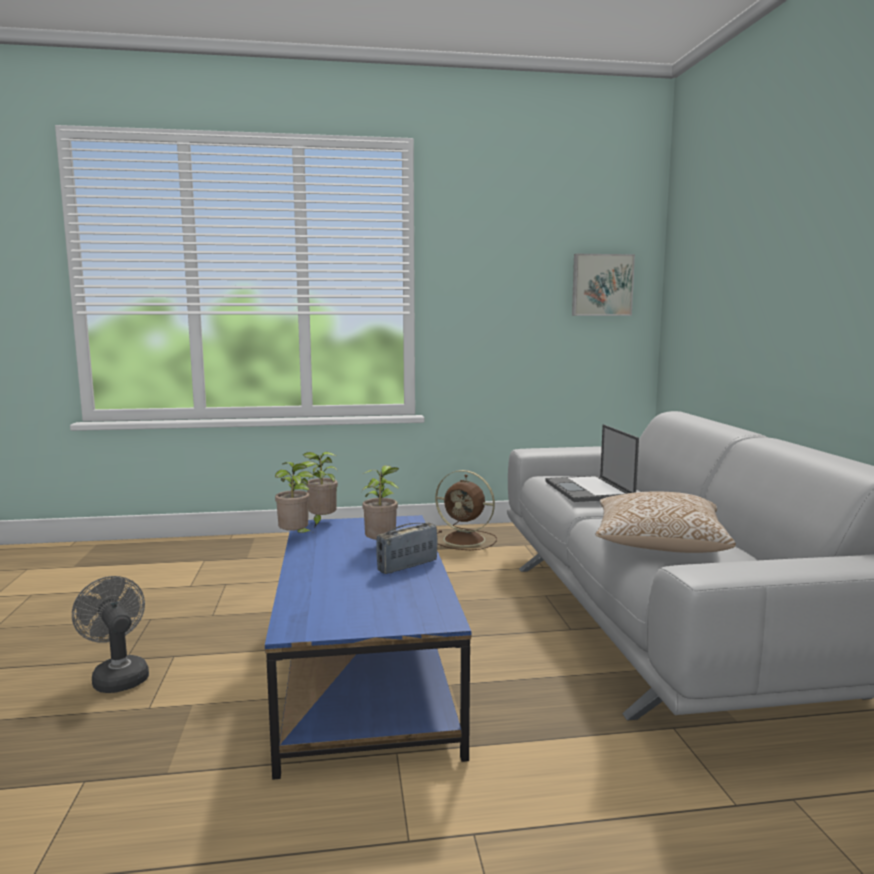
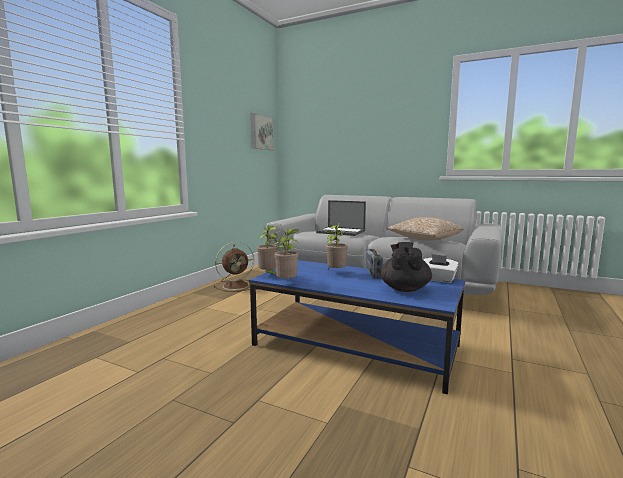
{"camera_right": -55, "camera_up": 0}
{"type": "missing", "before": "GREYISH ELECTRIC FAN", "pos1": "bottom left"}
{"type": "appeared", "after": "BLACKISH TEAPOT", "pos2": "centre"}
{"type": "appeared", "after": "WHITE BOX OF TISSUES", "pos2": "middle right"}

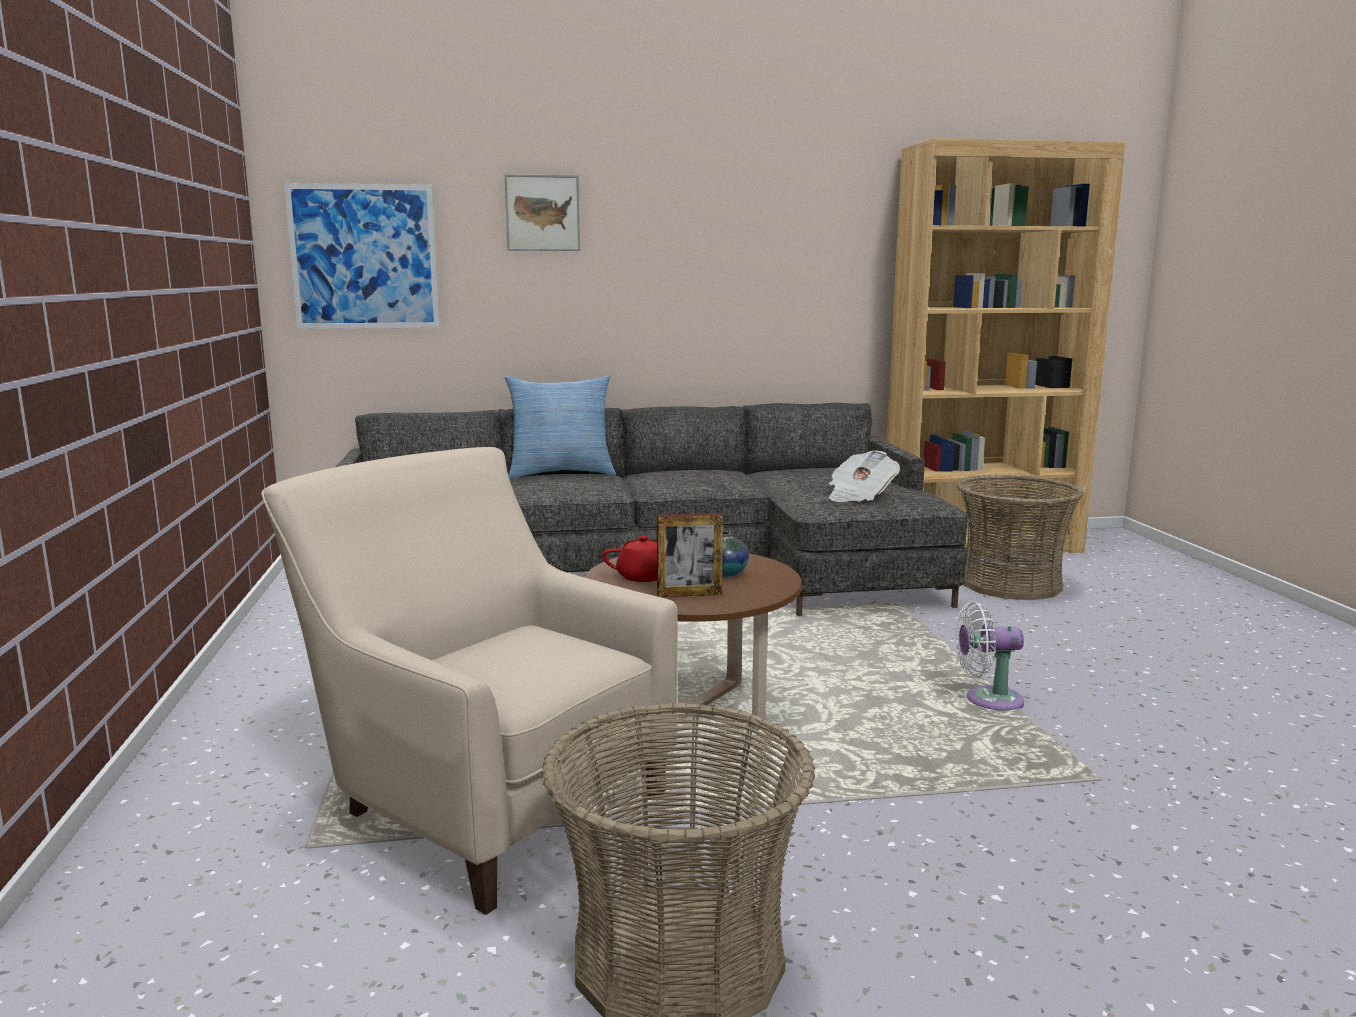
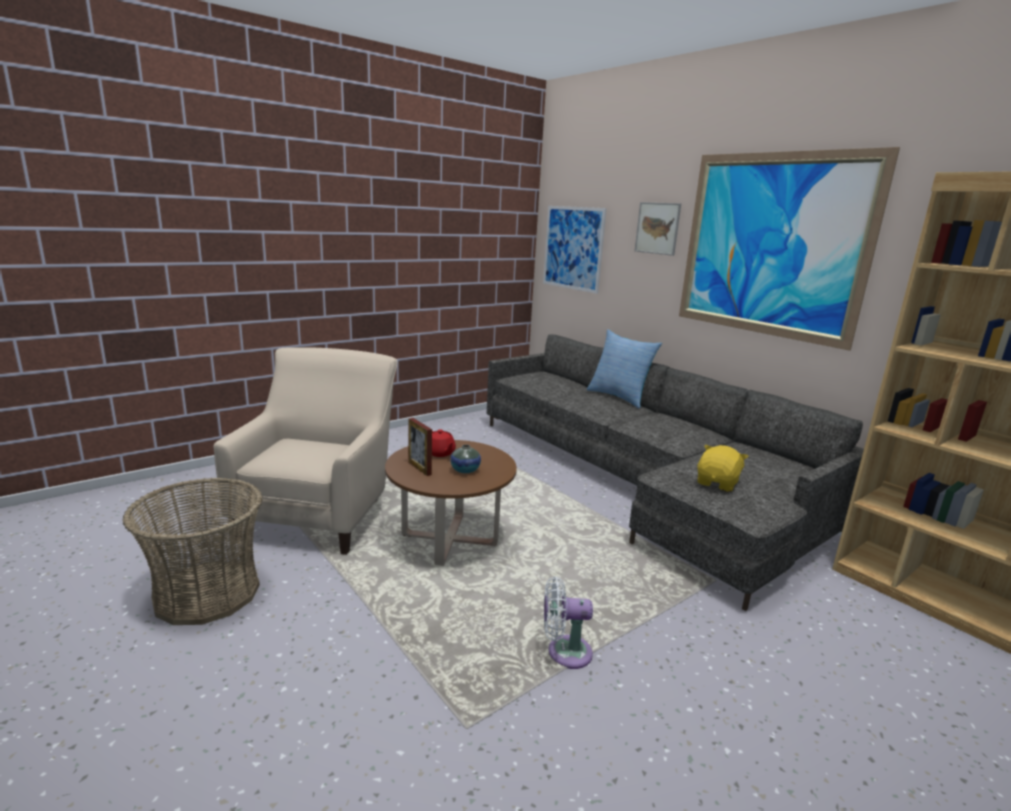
{"camera_right": 60, "camera_up": 5}
{"type": "exchanged", "before": "PRINTED PAPER", "after": "YELLOW-COLOURED CUDDLY TOY", "pos1": "centre", "pos2": "middle right"}
{"type": "missing", "before": "BASKET (no. 2 from left)", "pos1": "middle right"}
{"type": "spun", "before": "WHITE ELECTRIC FAN", "pos1": "middle right", "pos2": "bottom centre", "turn": -60}
{"type": "appeared", "after": "PICTURE (no. 3 from left)", "pos2": "top right"}

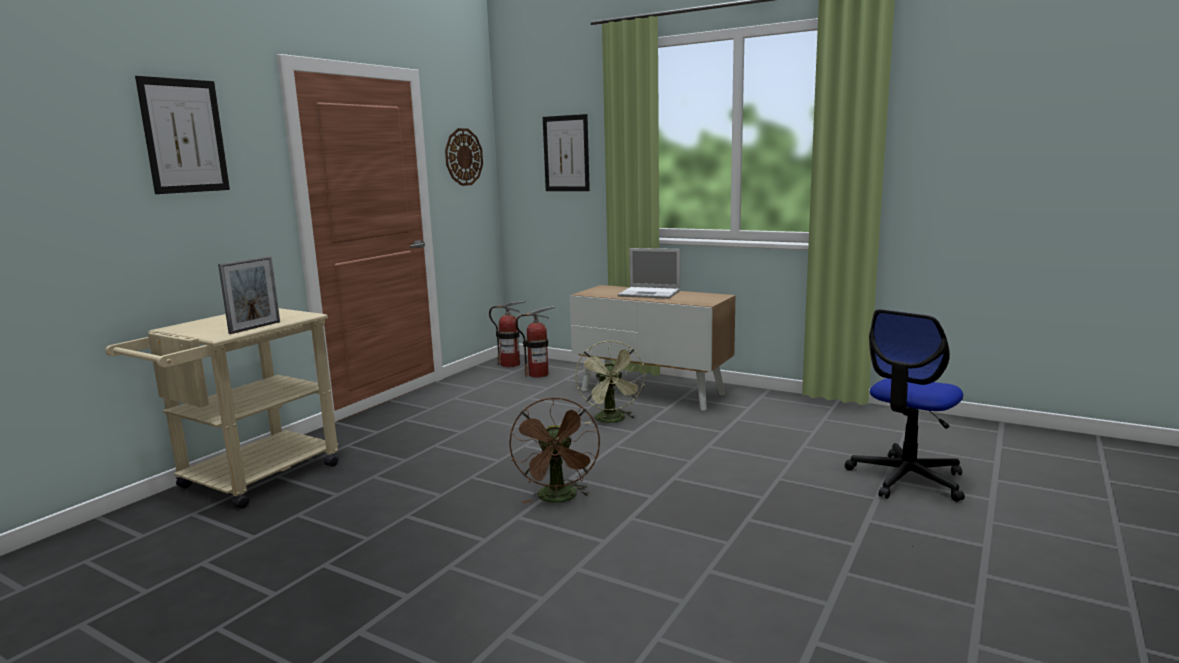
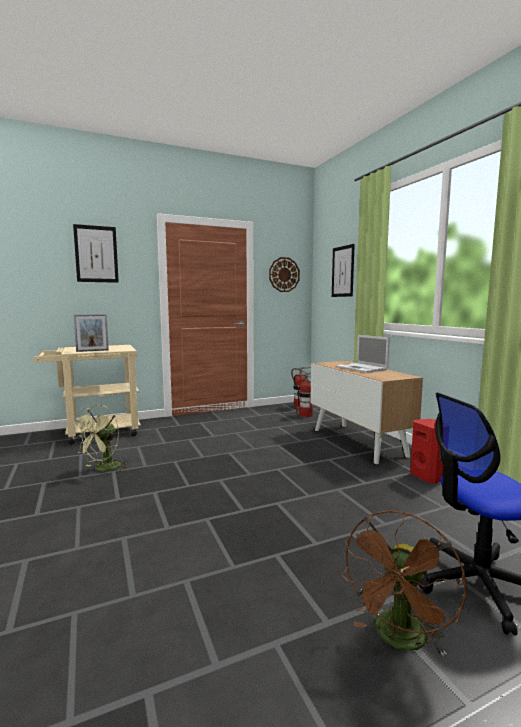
{"camera_right": 35, "camera_up": -5}
{"type": "relocated", "before": "GREENISH ELECTRIC FAN", "pos1": "centre", "pos2": "middle left"}
{"type": "relocated", "before": "BROWN-COLOURED ELECTRIC FAN", "pos1": "bottom centre", "pos2": "bottom right"}
{"type": "appeared", "after": "RED-COLOURED LOUDSPEAKER", "pos2": "middle right"}

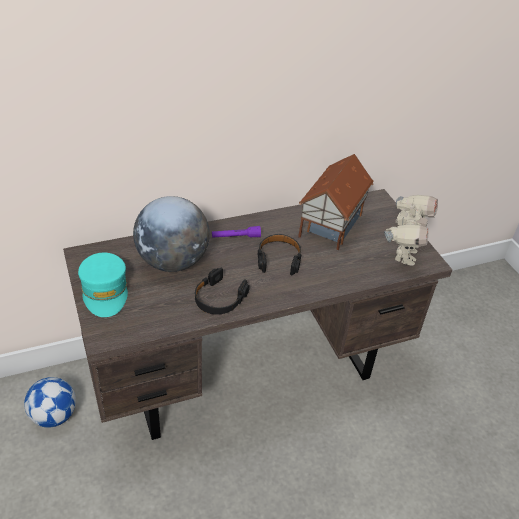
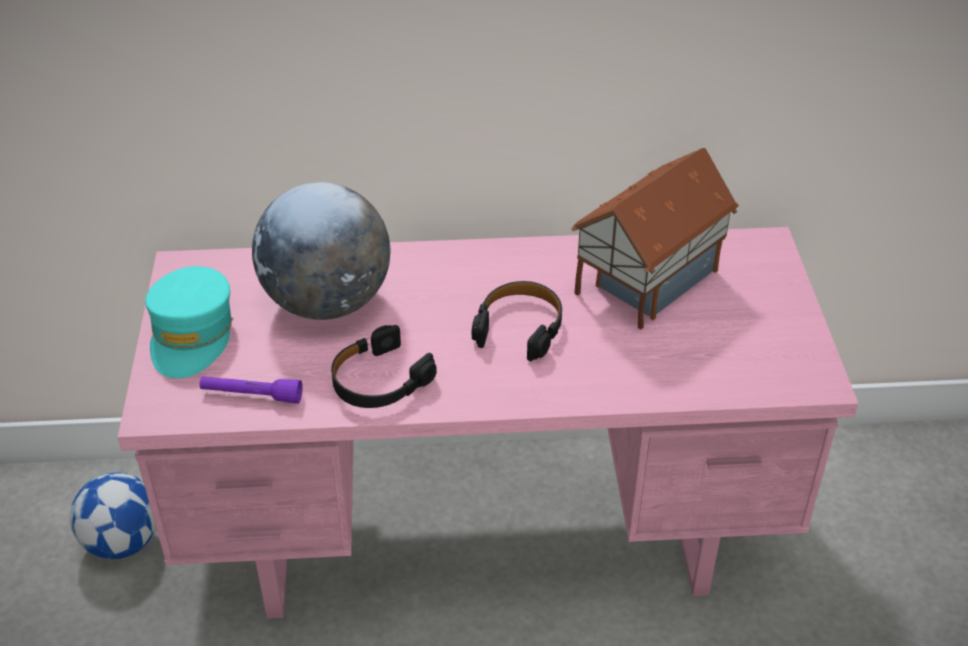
{"camera_right": 20, "camera_up": 0}
{"type": "colour", "before": "BROWN-COLOURED DESK", "after": "PINK DESK", "pos1": "centre", "pos2": "centre"}
{"type": "missing", "before": "TOY ROBOT", "pos1": "middle right"}
{"type": "relocated", "before": "PURPLISH FLASHLIGHT", "pos1": "centre", "pos2": "middle left"}

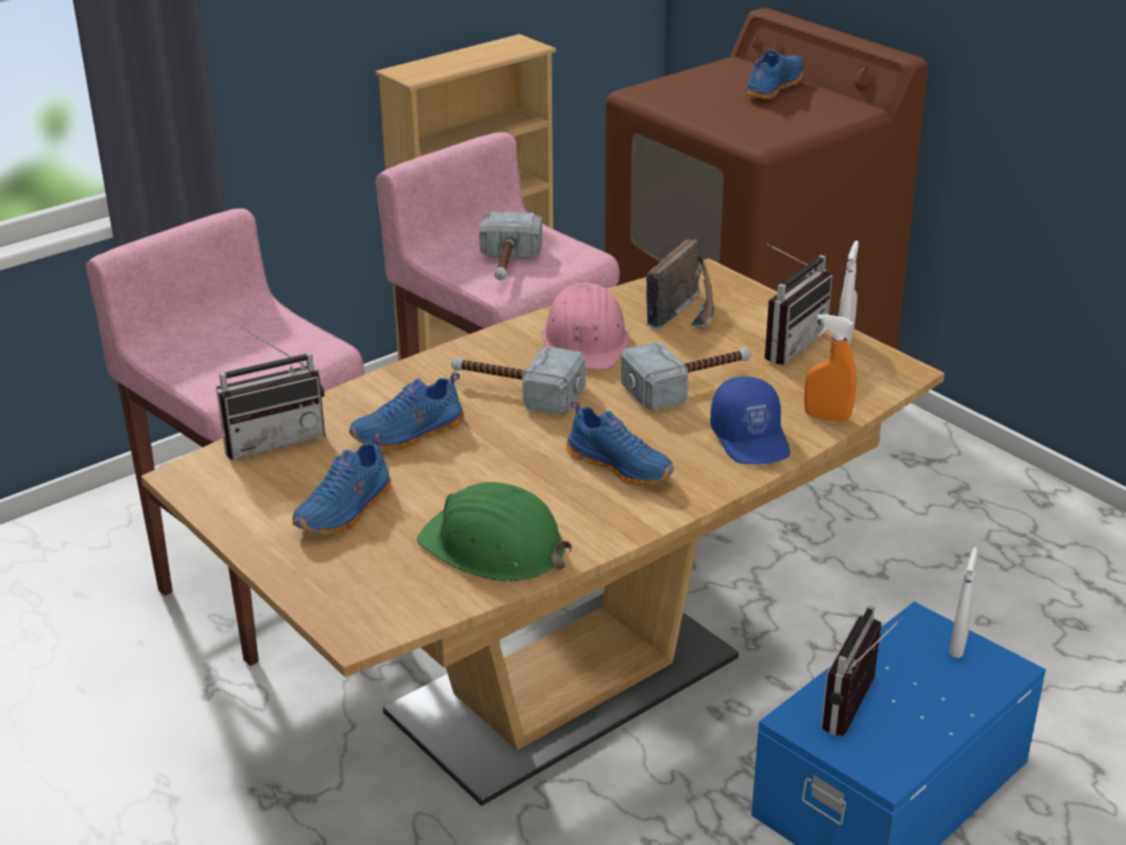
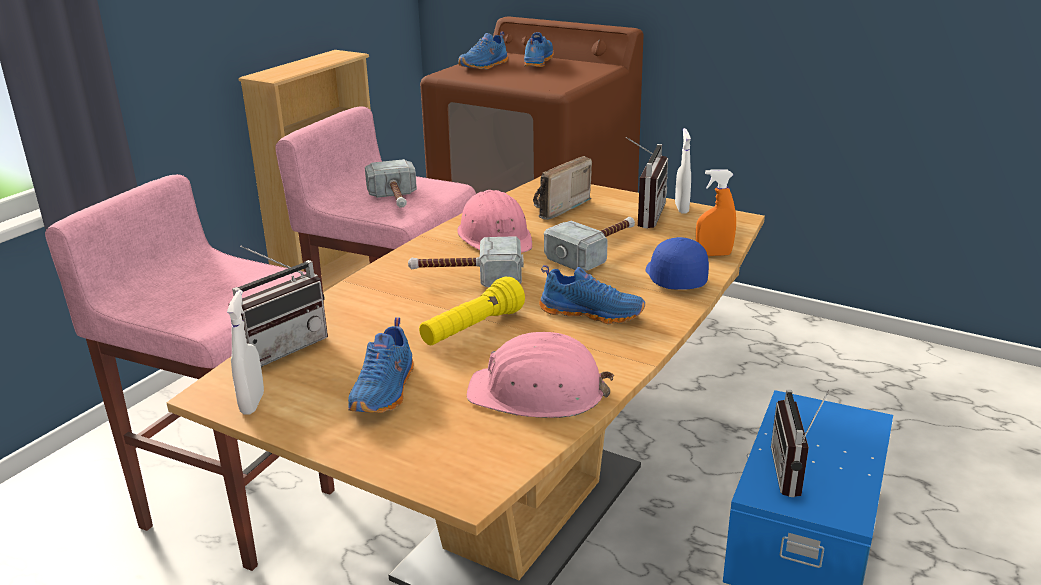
{"camera_right": -20, "camera_up": -5}
{"type": "spun", "before": "RADIO (no. 2 from left)", "pos1": "centre", "pos2": "top centre", "turn": -150}
{"type": "relocated", "before": "BLUISH SHOE (no. 2 from left)", "pos1": "centre", "pos2": "top centre"}
{"type": "spun", "before": "BLUISH CAP", "pos1": "centre", "pos2": "centre", "turn": -150}
{"type": "colour", "before": "GREENISH WORK HELMET", "after": "PINK WORK HELMET (no. 2 from left)", "pos1": "centre", "pos2": "centre"}
{"type": "relocated", "before": "WHITE SPRAY BOTTLE (no. 2 from left in the first image)", "after": "WHITE SPRAY BOTTLE (no. 1 from left)", "pos1": "bottom right", "pos2": "middle left"}
{"type": "appeared", "after": "YELLOW-COLOURED FLASHLIGHT", "pos2": "centre"}

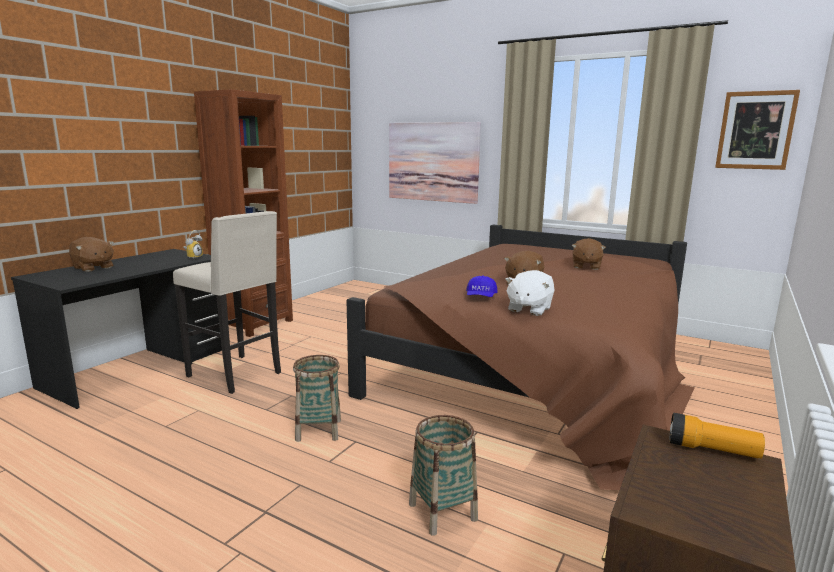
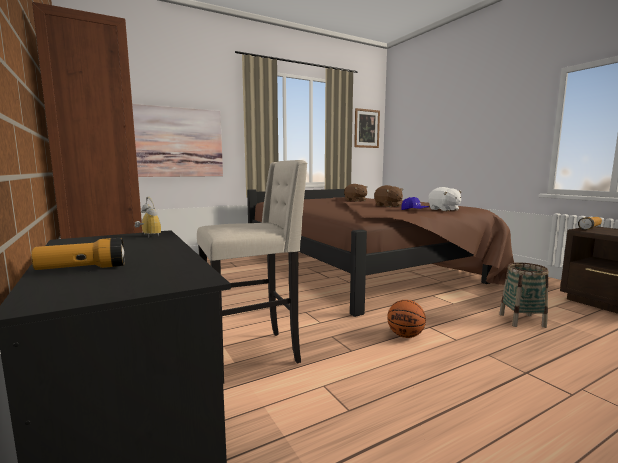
{"camera_right": -60, "camera_up": -5}
{"type": "exchanged", "before": "BROWN-COLOURED CUDDLY TOY (no. 1 from left)", "after": "FLASHLIGHT (no. 1 from left)", "pos1": "middle left", "pos2": "middle left"}
{"type": "exchanged", "before": "BASKET (no. 1 from left)", "after": "BALL FOR BASKETBALL", "pos1": "bottom centre", "pos2": "bottom centre"}

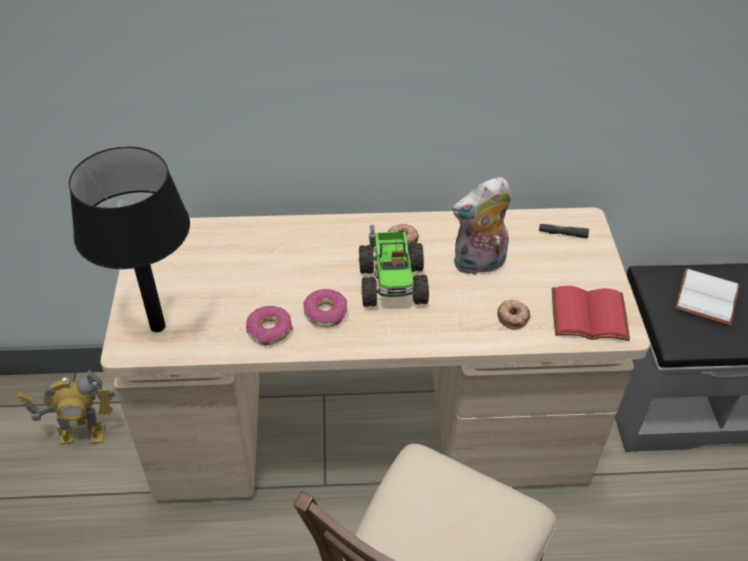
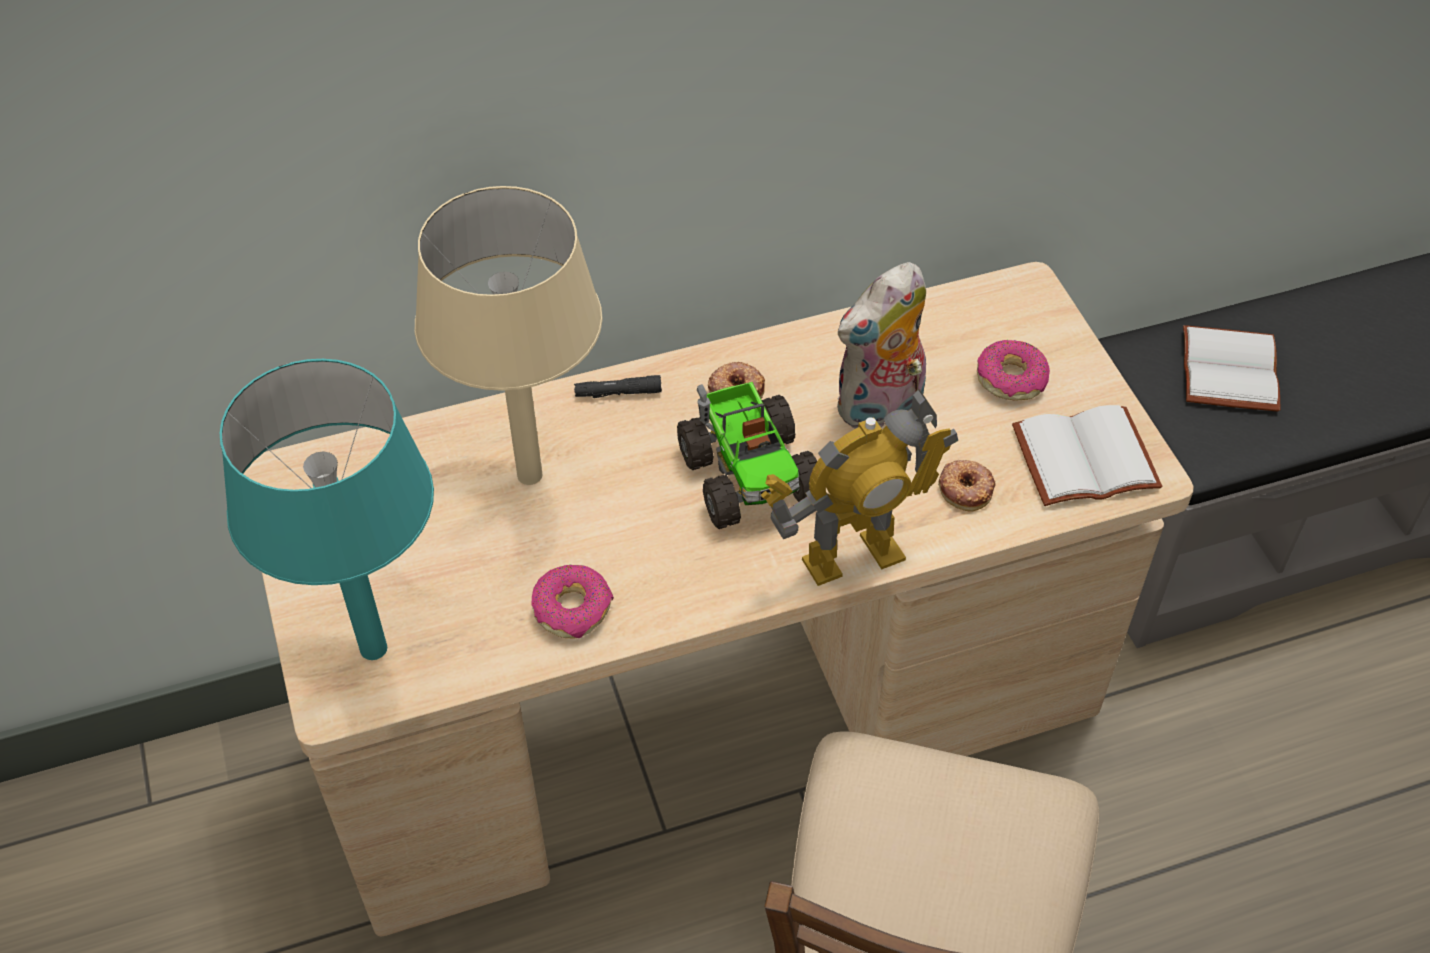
{"camera_right": -15, "camera_up": 5}
{"type": "colour", "before": "BLACKISH TABLE LAMP", "after": "BLUE-GREEN TABLE LAMP", "pos1": "middle left", "pos2": "middle left"}
{"type": "relocated", "before": "BLACKISH FLASHLIGHT", "pos1": "middle right", "pos2": "centre"}
{"type": "colour", "before": "RED-COLOURED BOUND BOOK", "after": "WHITE BOUND BOOK (no. 1 from left)", "pos1": "middle right", "pos2": "middle right"}
{"type": "relocated", "before": "DONUT (no. 2 from left in the first image)", "after": "DONUT (no. 4 from left)", "pos1": "centre", "pos2": "middle right"}
{"type": "relocated", "before": "TOY ROBOT", "pos1": "bottom left", "pos2": "centre"}
{"type": "appeared", "after": "BEIGE-COLOURED TABLE LAMP", "pos2": "centre"}

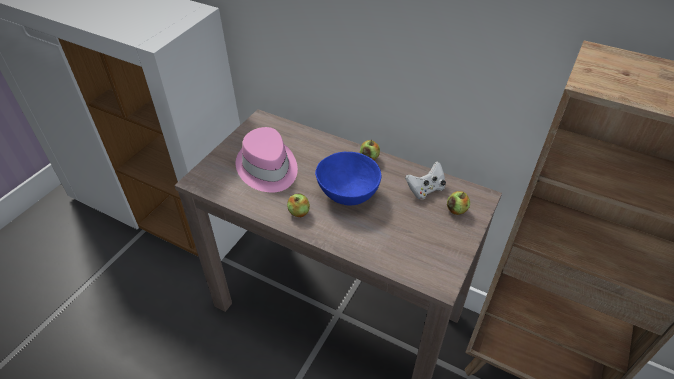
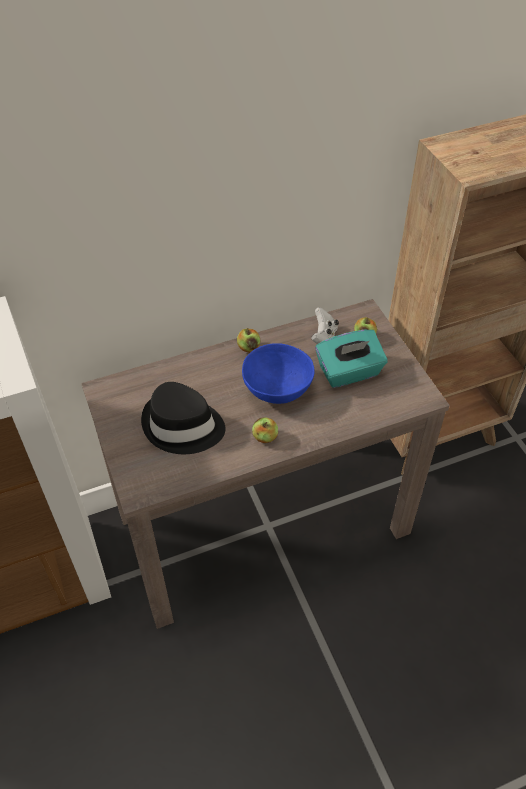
{"camera_right": -50, "camera_up": 5}
{"type": "colour", "before": "PINK HAT", "after": "BLACKISH HAT", "pos1": "centre", "pos2": "centre"}
{"type": "appeared", "after": "BLUE-GREEN BOX OF TISSUES", "pos2": "middle right"}

